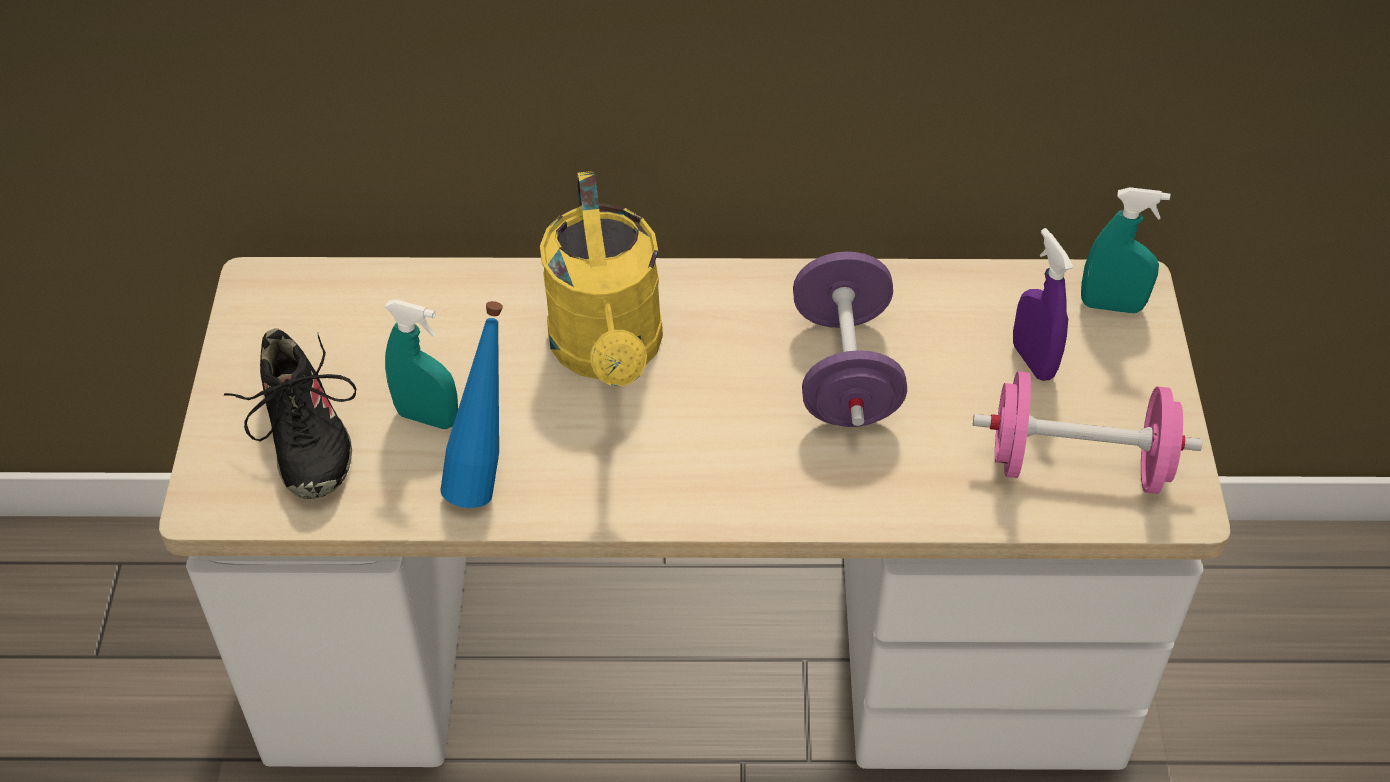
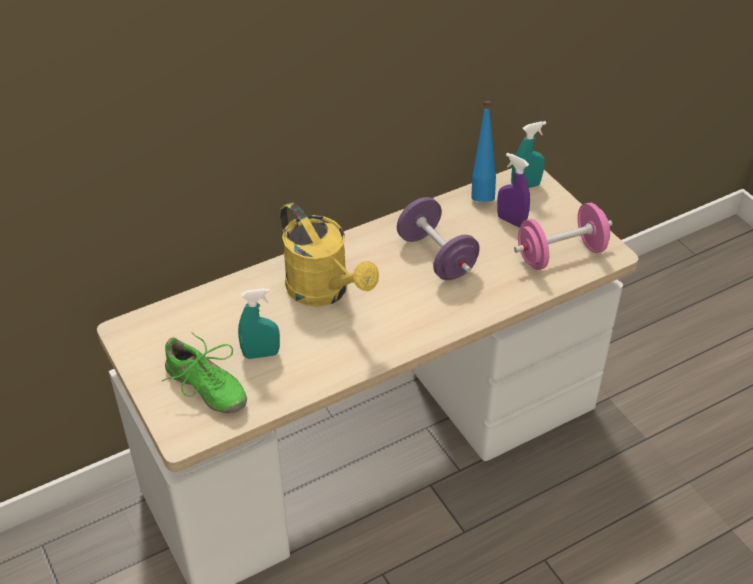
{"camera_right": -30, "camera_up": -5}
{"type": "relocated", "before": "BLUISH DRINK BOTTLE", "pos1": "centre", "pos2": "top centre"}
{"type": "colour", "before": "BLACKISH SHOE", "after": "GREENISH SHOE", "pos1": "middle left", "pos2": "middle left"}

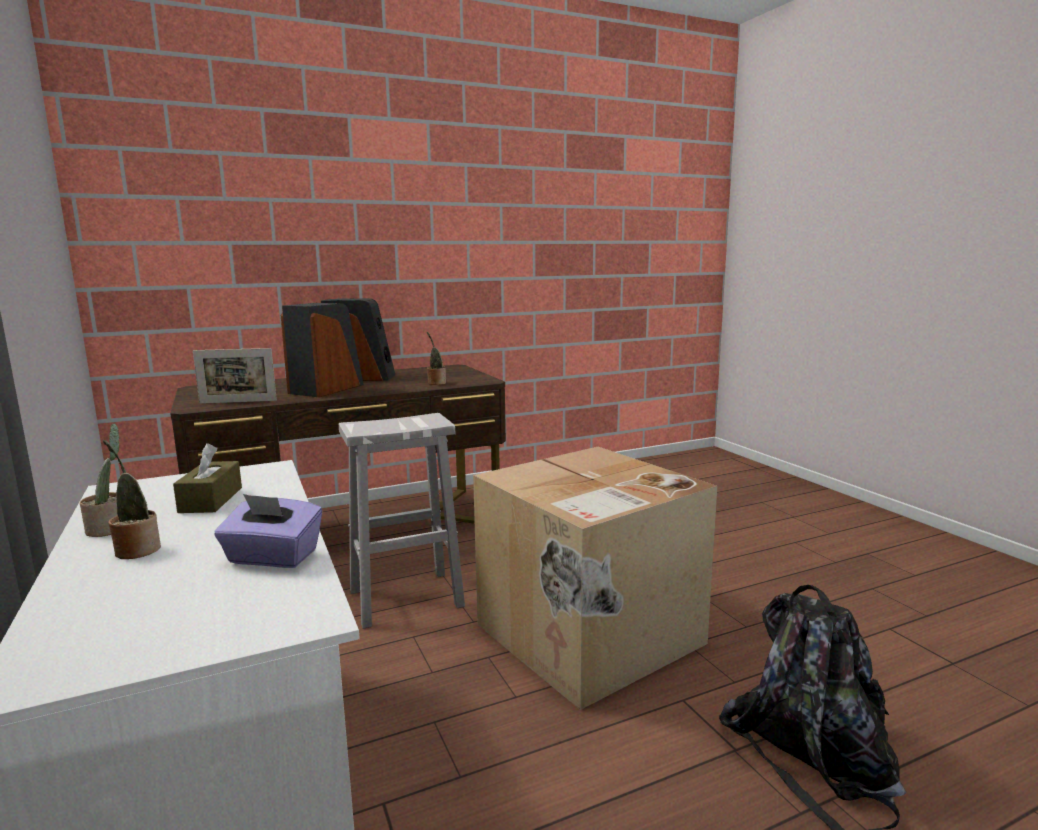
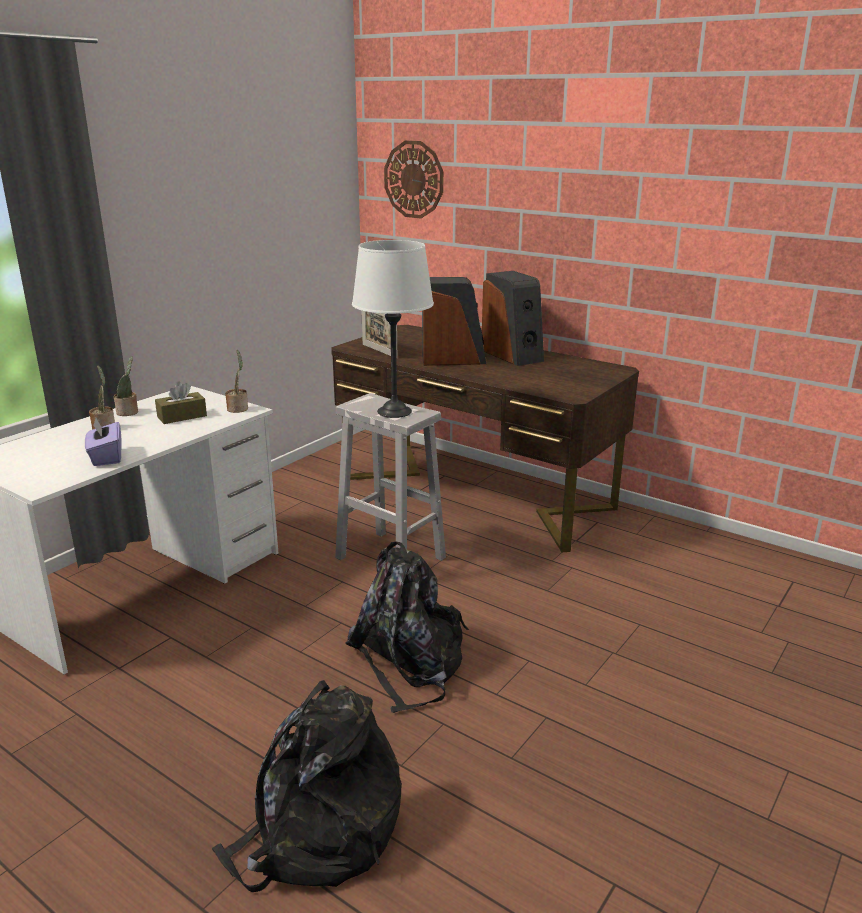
{"camera_right": 60, "camera_up": 10}
{"type": "relocated", "before": "PLANT IN A POT (no. 3 from left)", "pos1": "centre", "pos2": "middle left"}
{"type": "exchanged", "before": "CARTON", "after": "BLACKISH KNAPSACK (no. 2 from left)", "pos1": "bottom centre", "pos2": "bottom centre"}
{"type": "appeared", "after": "WALL CLOCK", "pos2": "top centre"}
{"type": "appeared", "after": "WHITE TABLE LAMP", "pos2": "centre"}

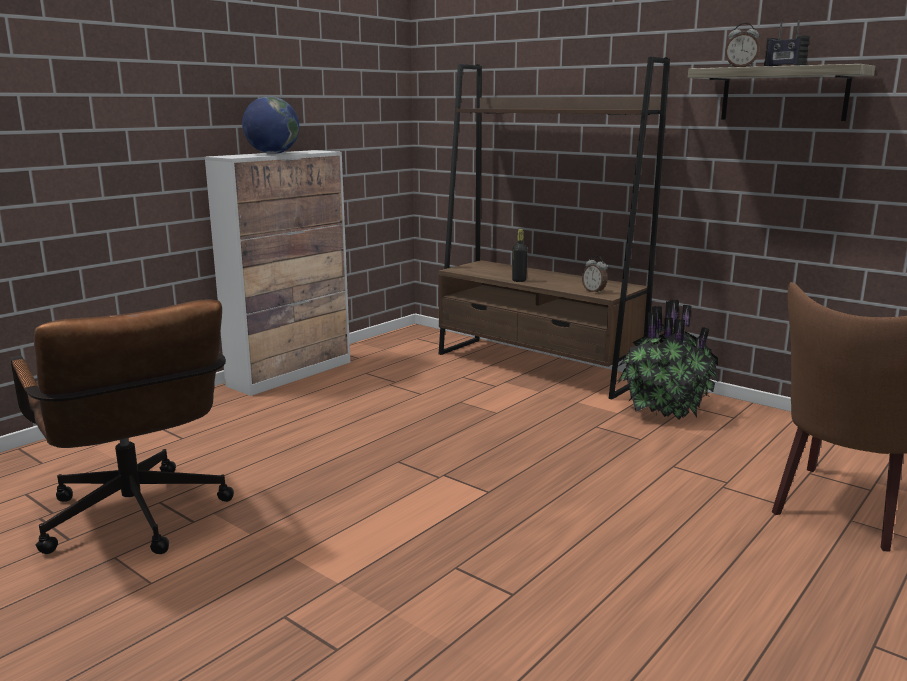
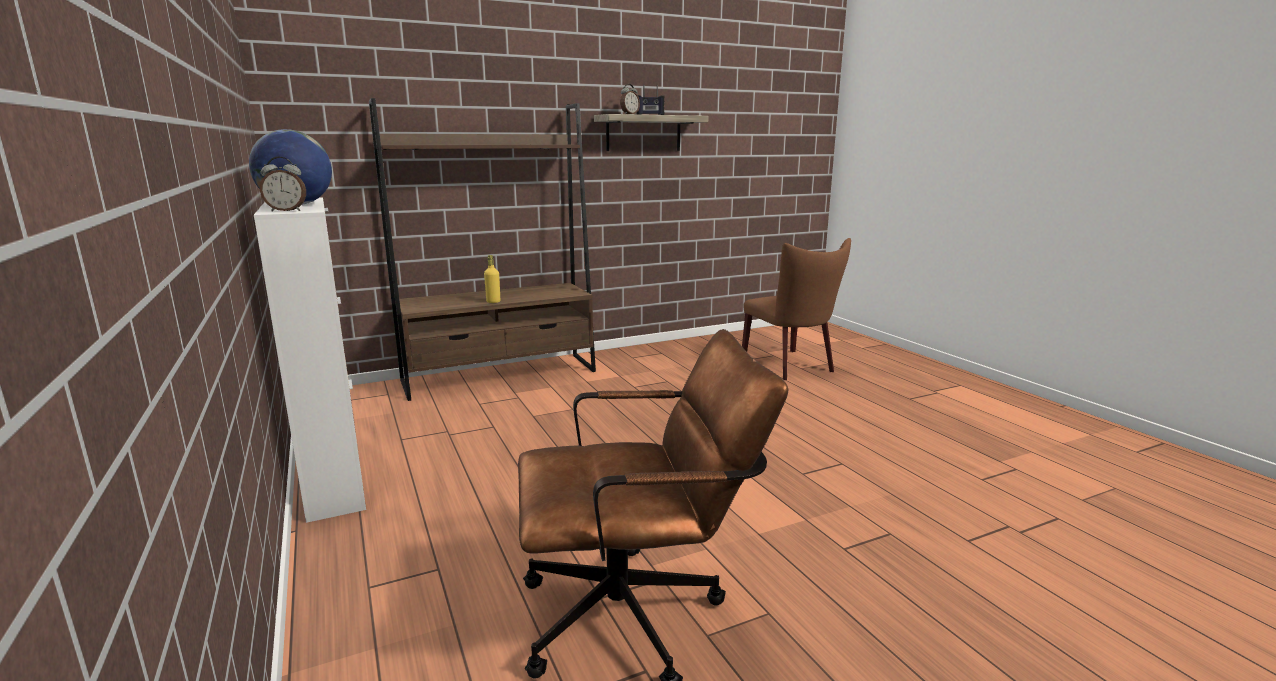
{"camera_right": -65, "camera_up": 0}
{"type": "colour", "before": "BLACKISH DRINK BOTTLE", "after": "YELLOW-COLOURED DRINK BOTTLE", "pos1": "centre", "pos2": "centre"}
{"type": "relocated", "before": "ALARM CLOCK (no. 1 from left)", "pos1": "centre", "pos2": "top left"}
{"type": "missing", "before": "PLANT IN A POT", "pos1": "middle right"}

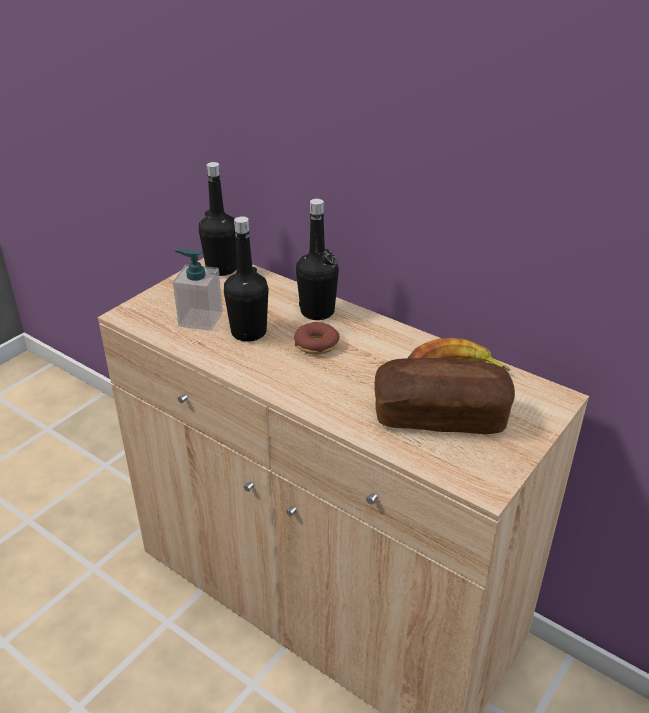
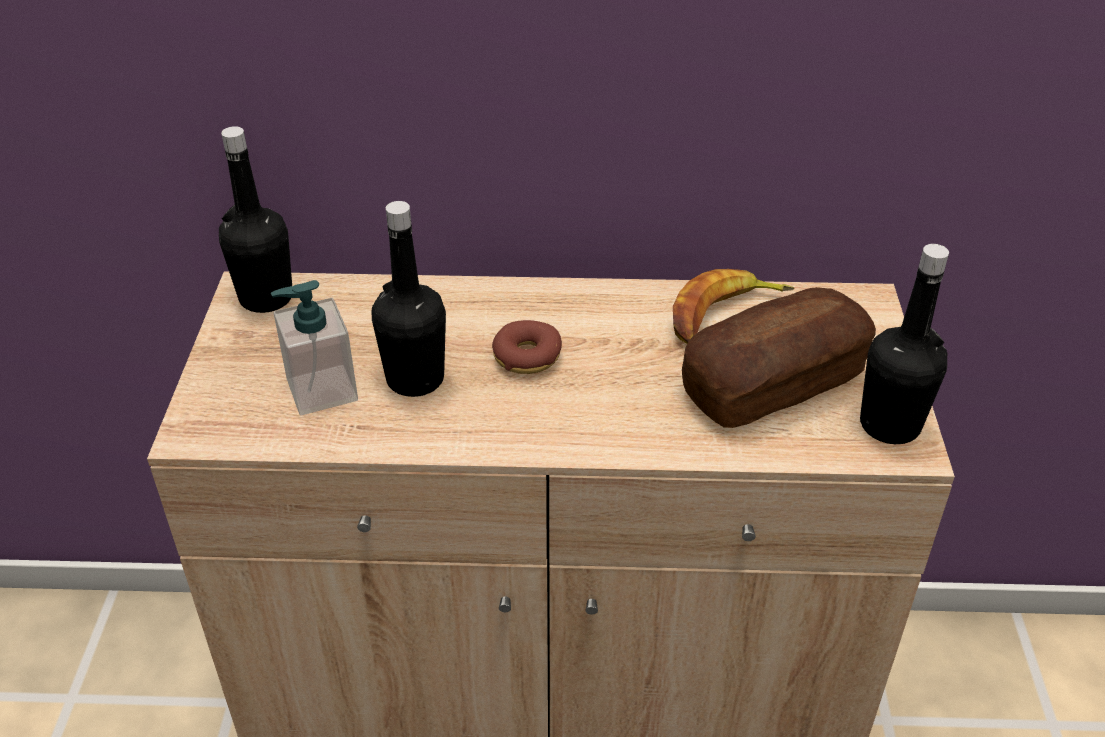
{"camera_right": -35, "camera_up": 5}
{"type": "relocated", "before": "BLACKISH DRINK BOTTLE (no. 3 from left)", "pos1": "centre", "pos2": "middle right"}

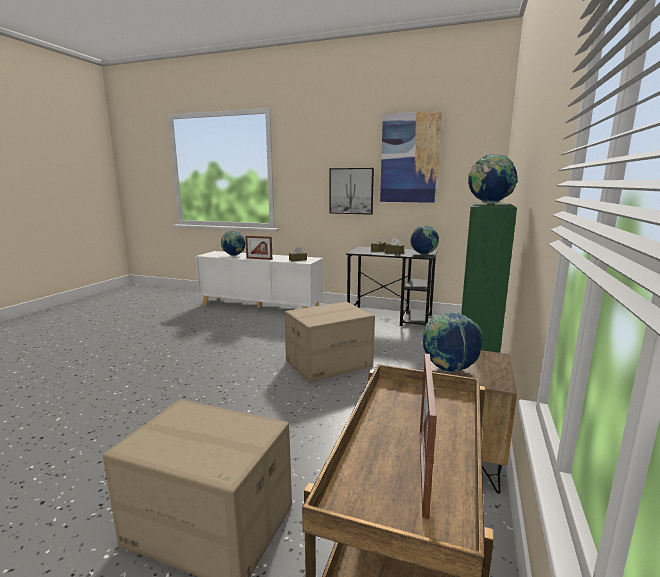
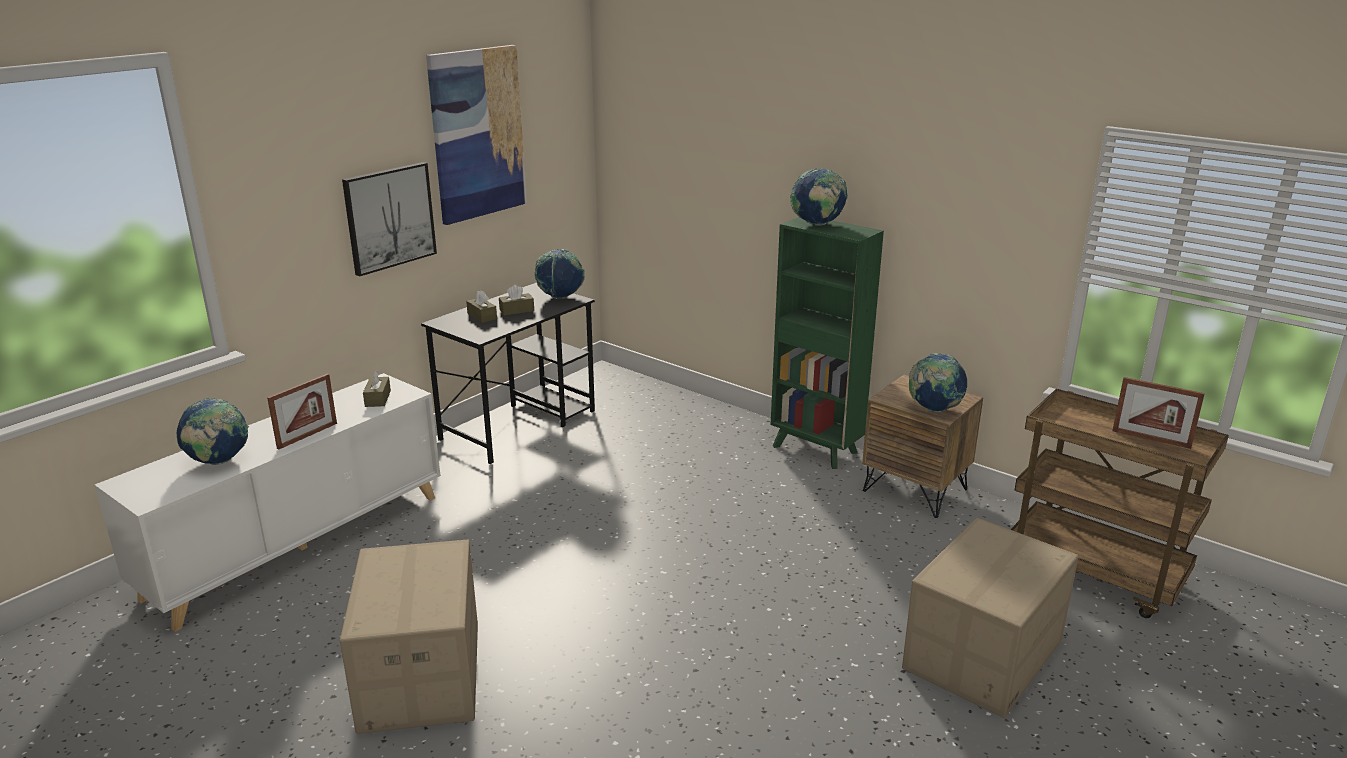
{"camera_right": -70, "camera_up": 10}
{"type": "relocated", "before": "CARTON (no. 2 from left in the first image)", "after": "CARTON (no. 1 from left)", "pos1": "centre", "pos2": "bottom left"}

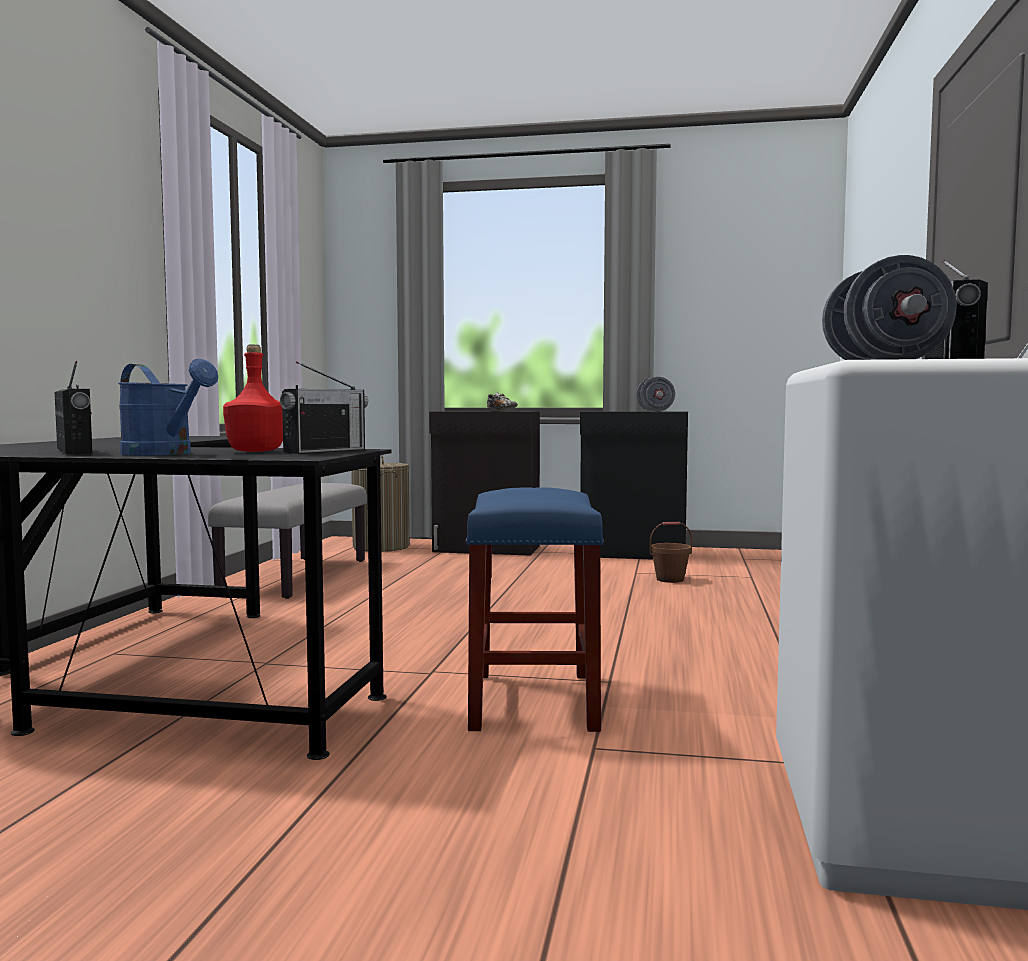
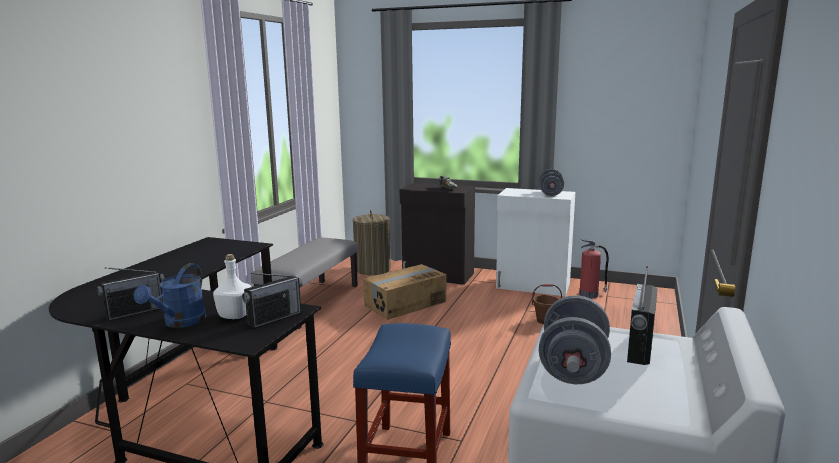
{"camera_right": 10, "camera_up": 10}
{"type": "colour", "before": "RED-COLOURED DRINK BOTTLE", "after": "WHITE DRINK BOTTLE", "pos1": "middle left", "pos2": "middle left"}
{"type": "spun", "before": "BLUISH SPRINKLING CAN", "pos1": "middle left", "pos2": "middle left", "turn": 60}
{"type": "spun", "before": "RADIO (no. 1 from left)", "pos1": "middle left", "pos2": "middle left", "turn": 75}
{"type": "colour", "before": "BLACKISH CUPBOARD (no. 2 from left)", "after": "WHITE CUPBOARD", "pos1": "centre", "pos2": "centre"}
{"type": "appeared", "after": "EXTINGUISHER", "pos2": "middle right"}
{"type": "appeared", "after": "CARTON", "pos2": "centre"}

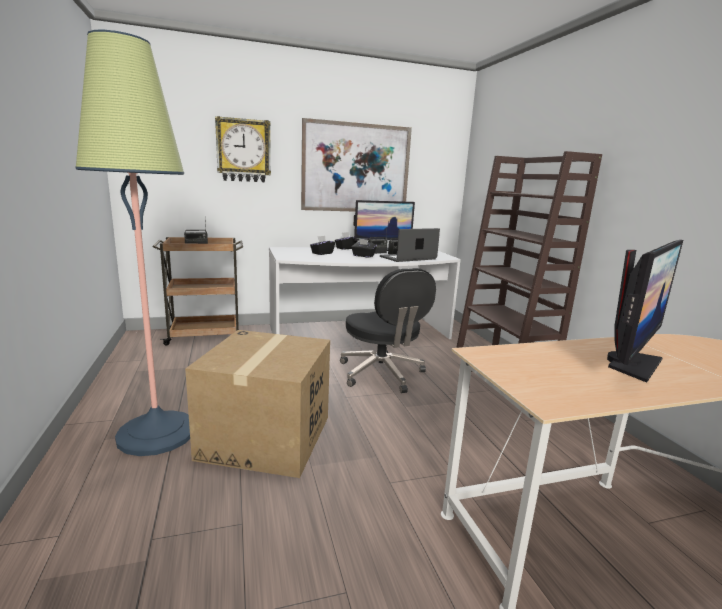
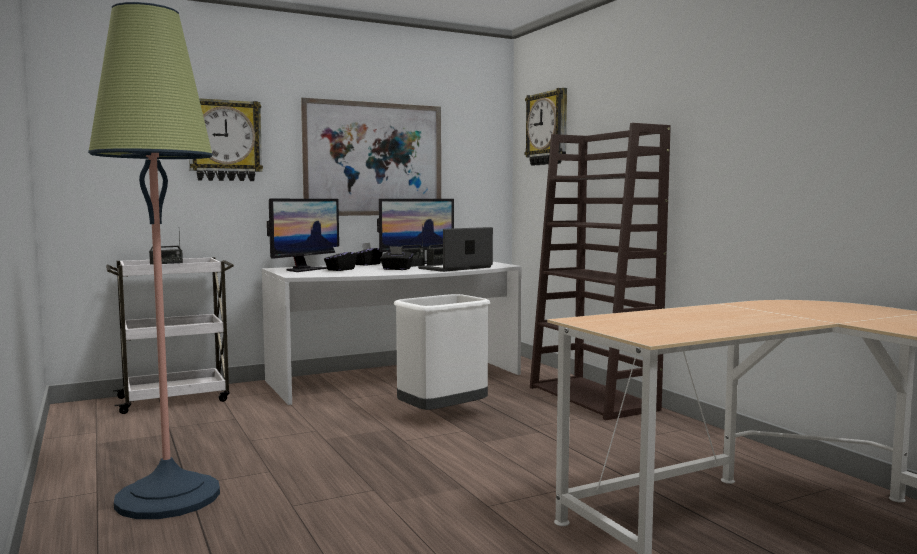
{"camera_right": -10, "camera_up": -10}
{"type": "colour", "before": "BROWN-COLOURED TROLLEY", "after": "WHITE TROLLEY", "pos1": "middle left", "pos2": "middle left"}
{"type": "relocated", "before": "COMPUTER SCREEN (no. 2 from left in the first image)", "after": "COMPUTER SCREEN (no. 1 from left)", "pos1": "middle right", "pos2": "middle left"}
{"type": "exchanged", "before": "BLACKISH DESK CHAIR", "after": "WHITE WASTE BIN", "pos1": "centre", "pos2": "centre"}
{"type": "missing", "before": "CARTON", "pos1": "centre"}
{"type": "appeared", "after": "WALL CLOCK (no. 2 from left)", "pos2": "top centre"}

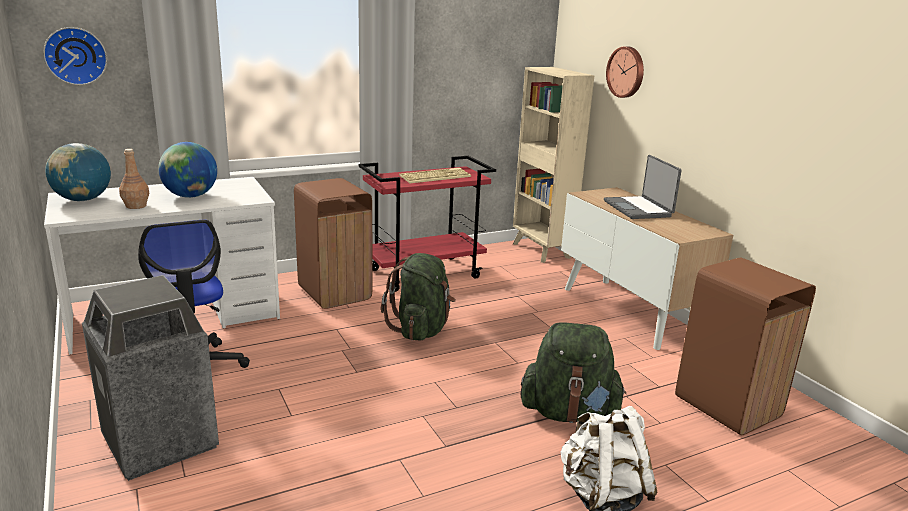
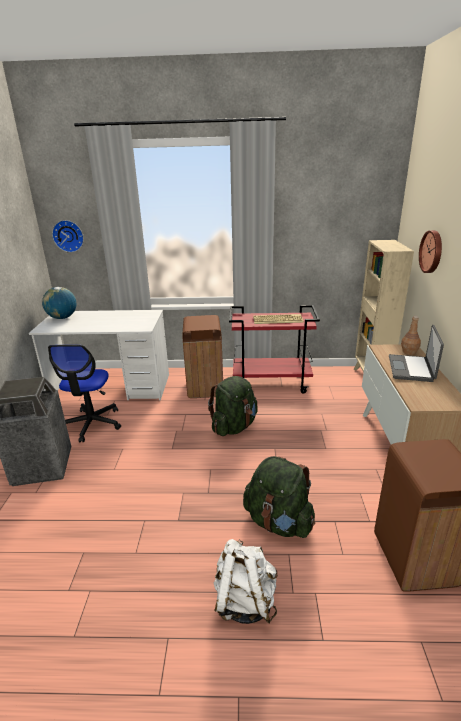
{"camera_right": 30, "camera_up": 5}
{"type": "missing", "before": "WORLD GLOBE (no. 2 from left)", "pos1": "top left"}
{"type": "relocated", "before": "BROWN-COLOURED DRINK BOTTLE", "pos1": "middle left", "pos2": "middle right"}

